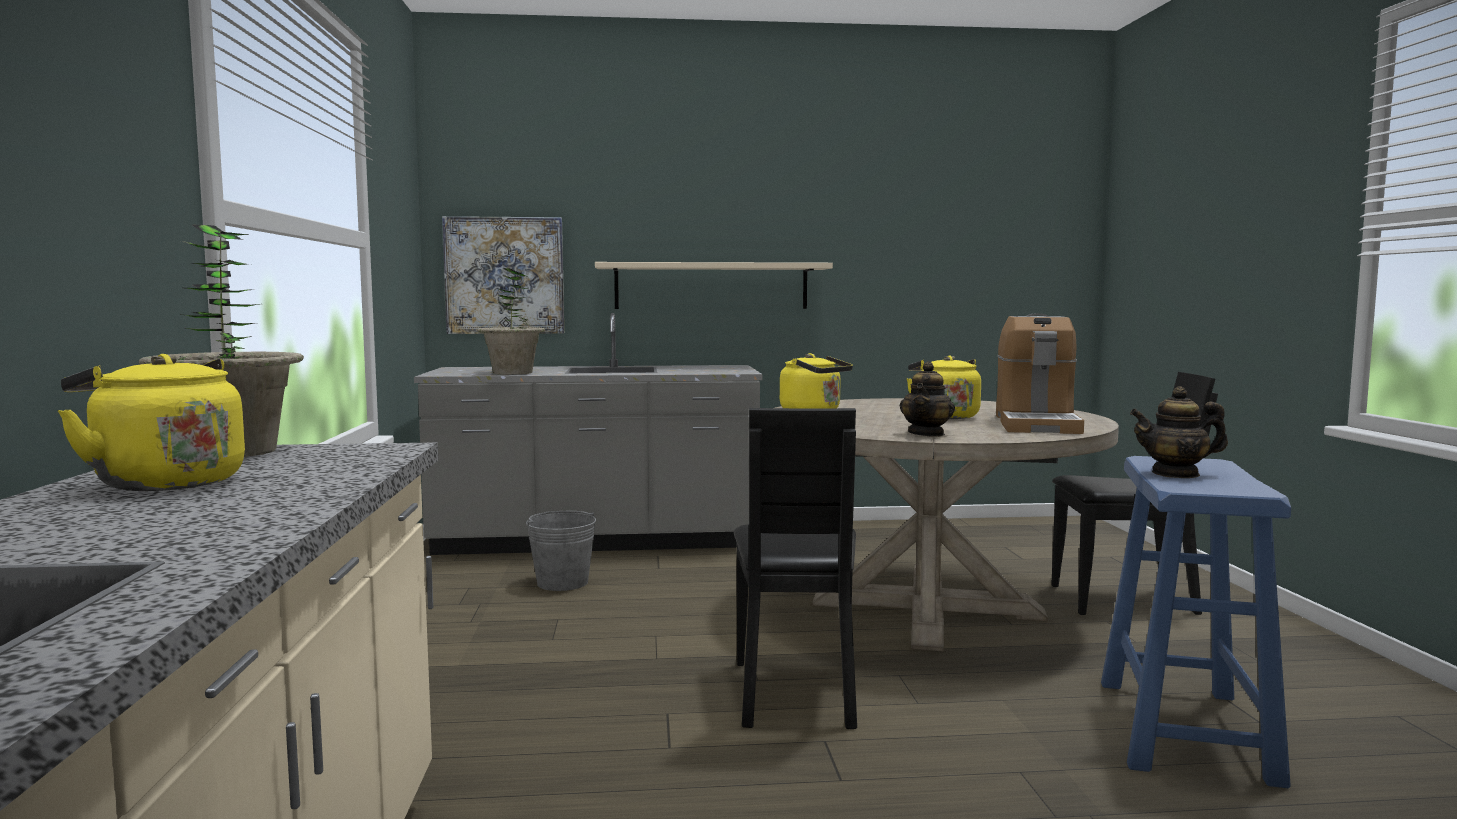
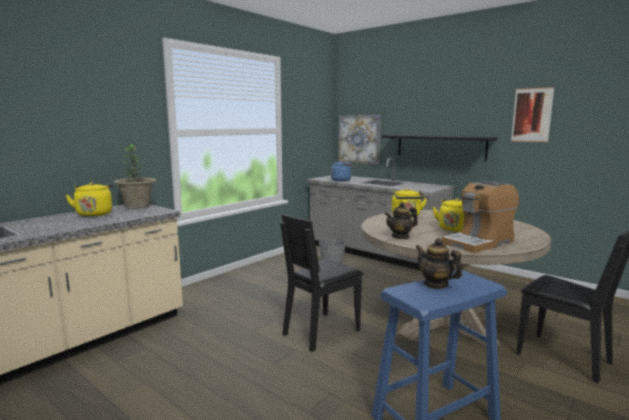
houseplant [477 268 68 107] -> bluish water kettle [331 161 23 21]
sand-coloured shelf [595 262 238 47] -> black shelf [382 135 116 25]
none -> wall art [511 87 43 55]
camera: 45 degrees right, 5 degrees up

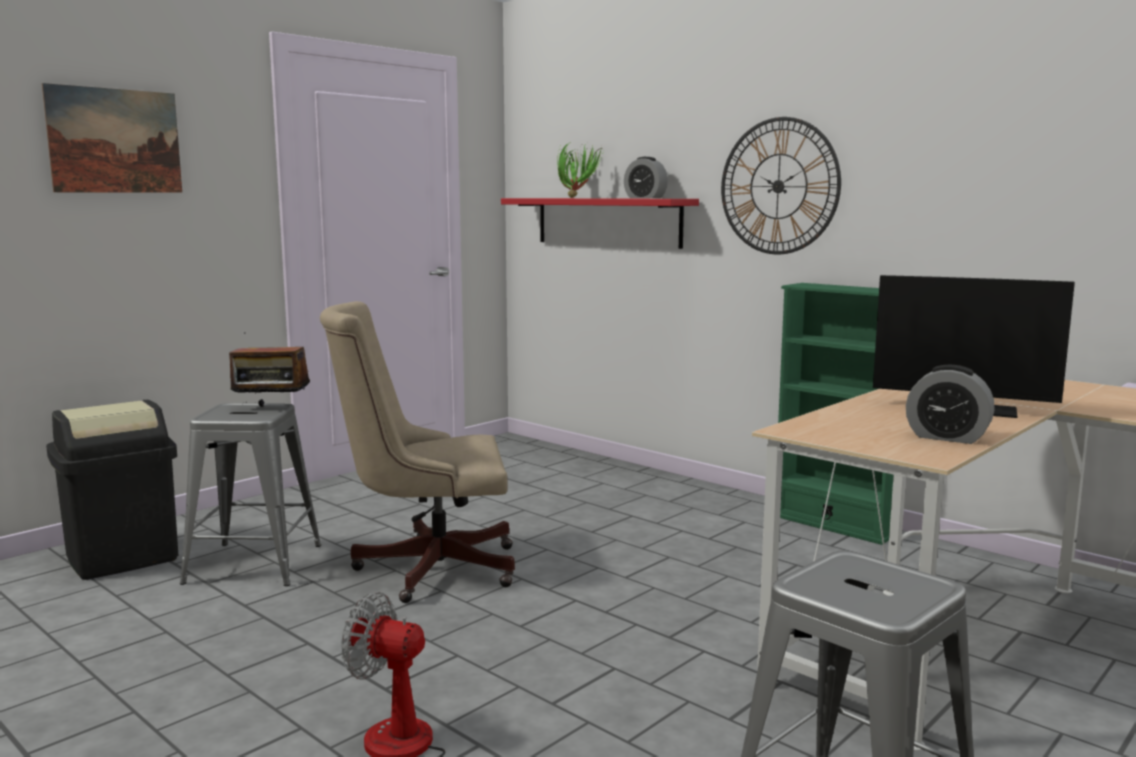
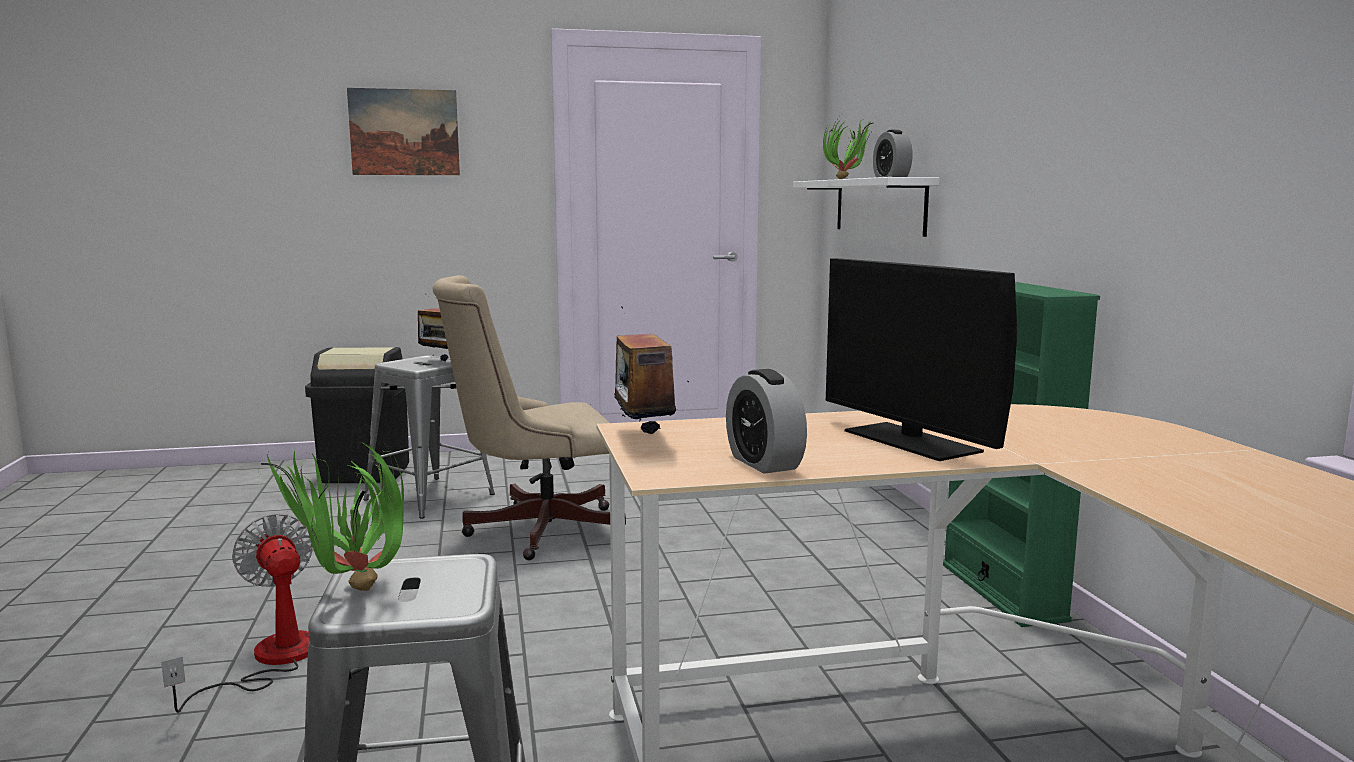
none -> houseplant [259 435 145 156]
sand-coloured computer chair [320 301 195 302] -> sand-coloured computer chair [432 275 194 285], 45 degrees counterclockwise
none -> radio set [614 307 75 127]
red-coloured shelf [501 198 198 51] -> white shelf [793 177 147 60]
clock on the wall [721 117 120 137] -> none
camera: 35 degrees right, 0 degrees up

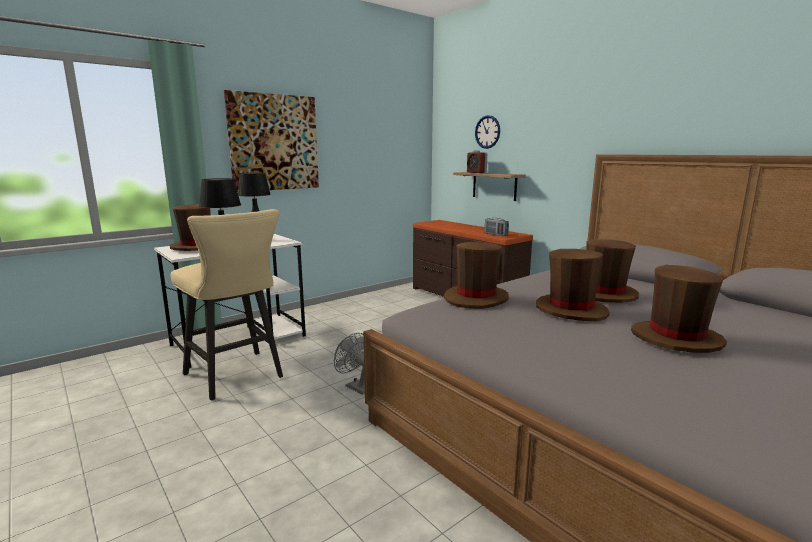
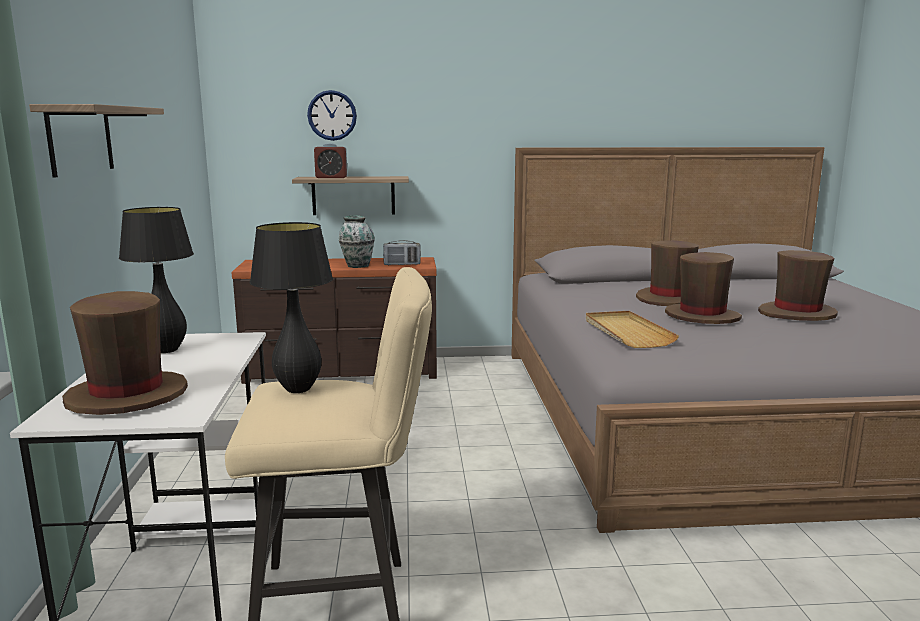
wall art [224 90 95 102] -> shelf [29 104 135 74]
none -> flower vase [339 215 36 53]
brownish hat [444 241 65 68] -> sand-coloured tray [586 311 93 37]
grey fan [334 333 31 62] -> none
camera: 55 degrees left, 0 degrees up

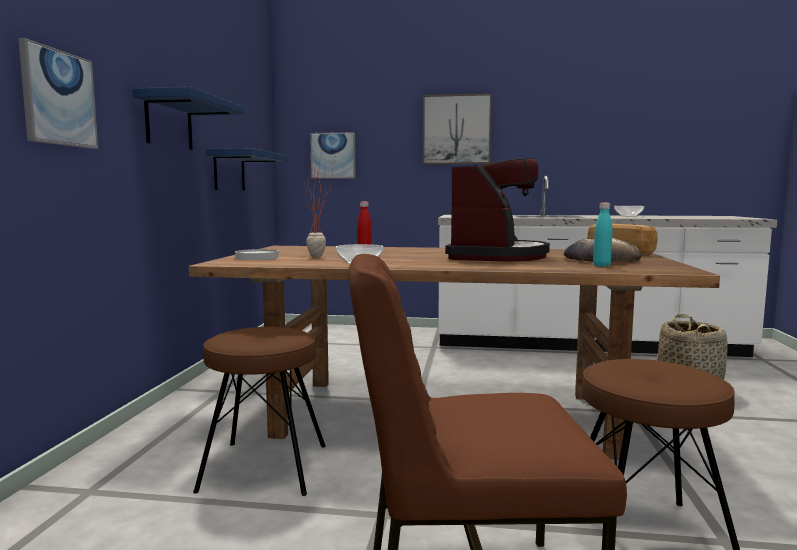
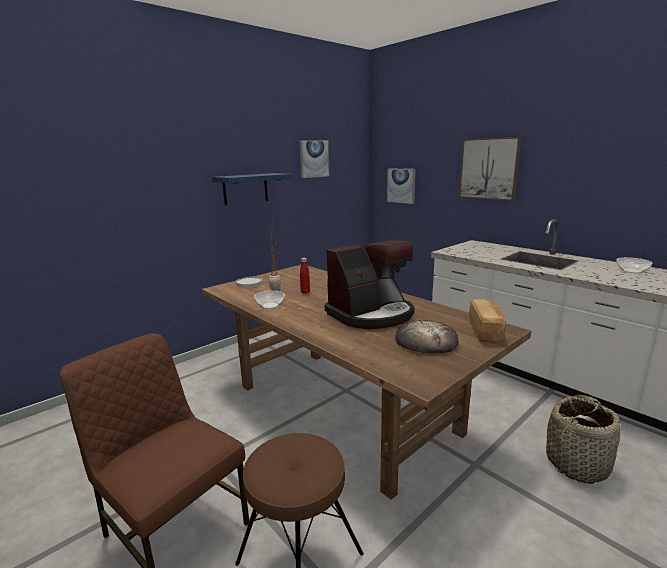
wall art [18 38 80 111] -> wall art [299 140 30 38], relocated
brownish sitting stool [193 327 133 169] -> none
bluish shelf [206 148 82 43] -> none
blue-green drink bottle [593 203 19 64] -> none
camera: 40 degrees right, 10 degrees up

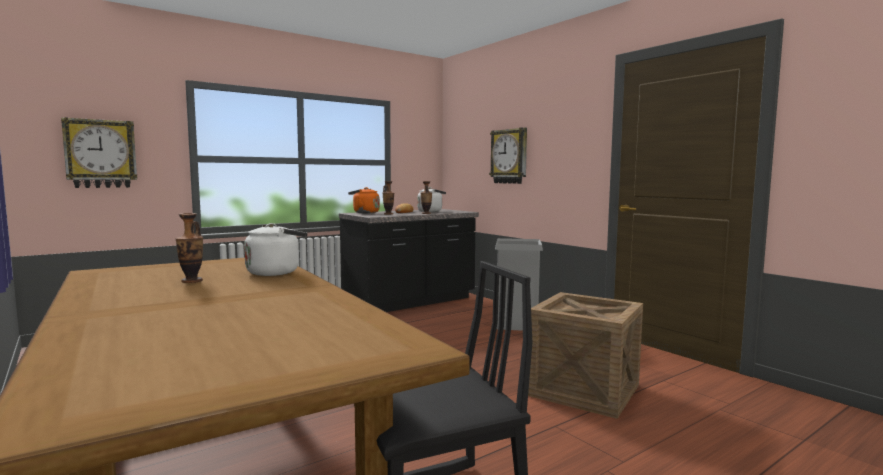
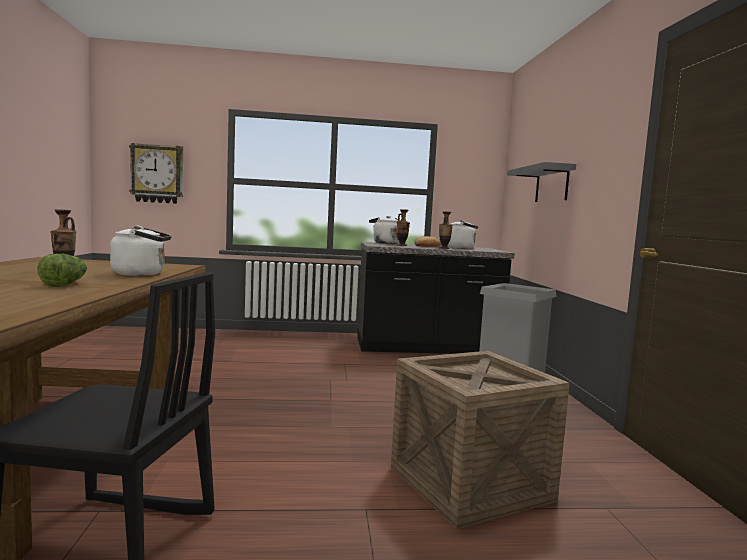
none -> lettuce [37 254 50 33]
orangey water kettle [348 187 32 26] -> white water kettle [369 216 30 28]
clock on the wall [489 128 38 56] -> grey shelf [507 162 69 40]
camera: 30 degrees right, 0 degrees up

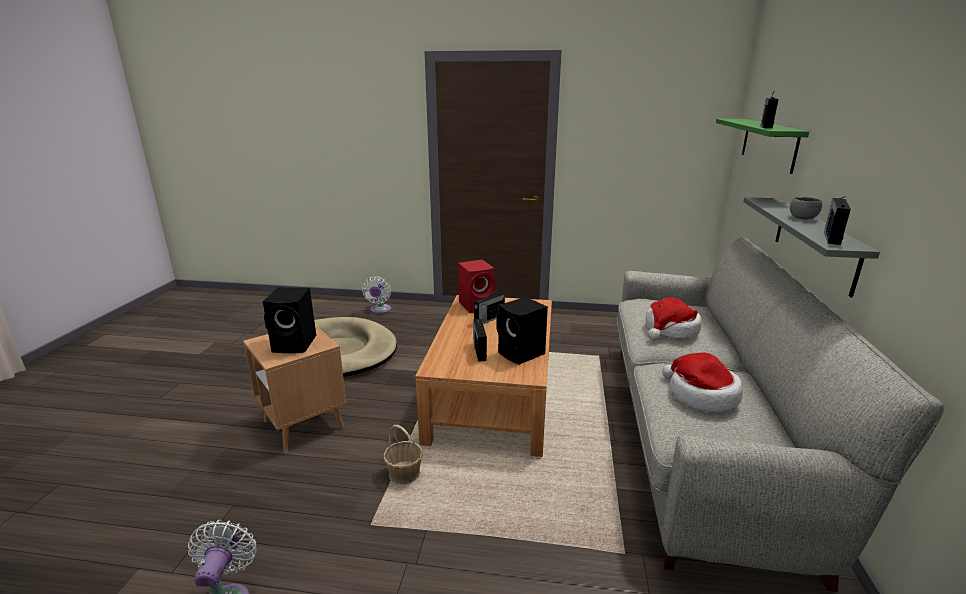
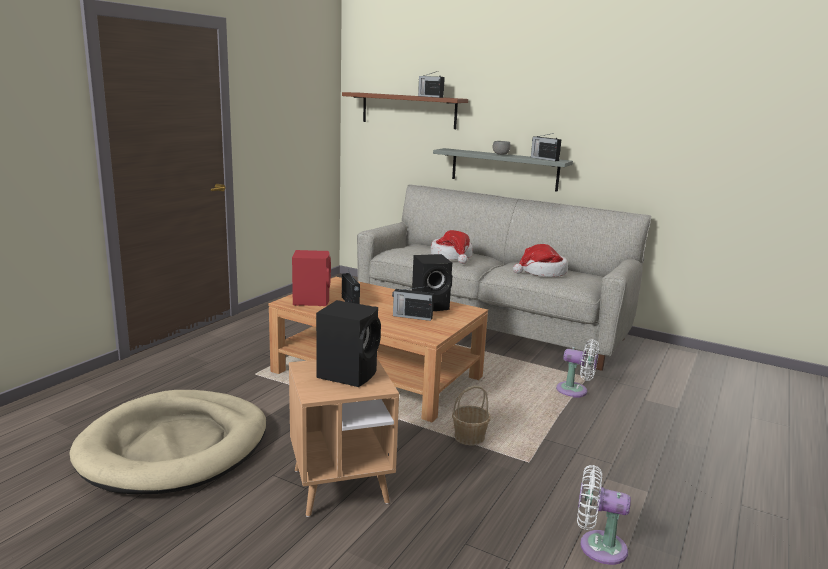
greenish shelf [716 119 93 55] -> brownish shelf [342 92 126 37]
white fan [362 276 29 38] -> white fan [556 339 43 59], relocated
camera: 70 degrees left, 5 degrees down

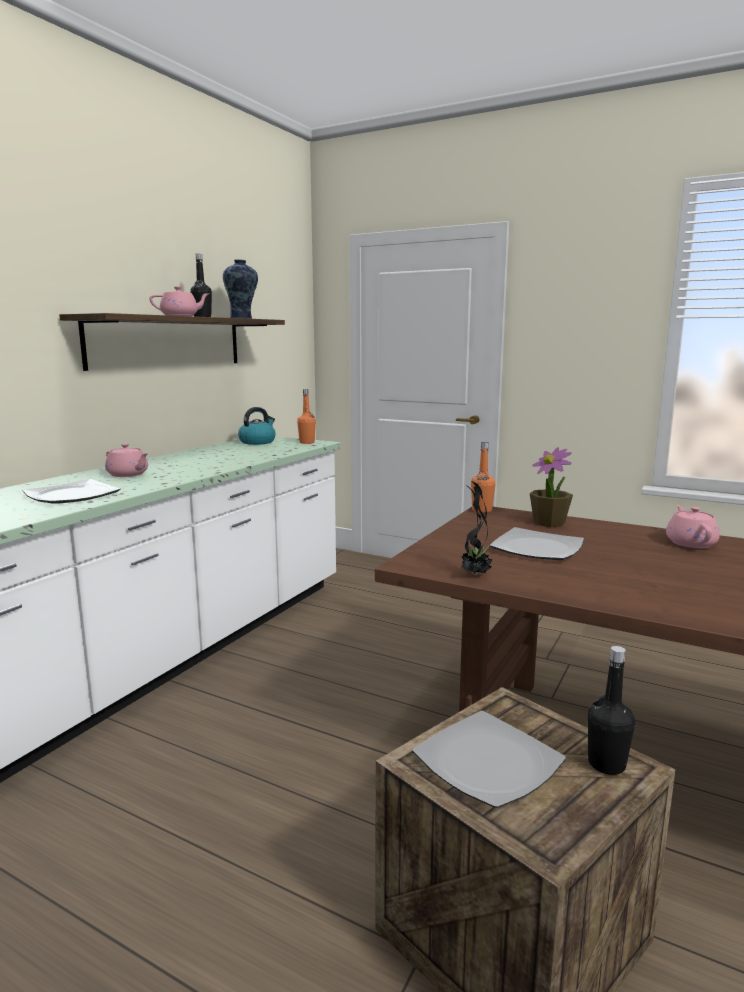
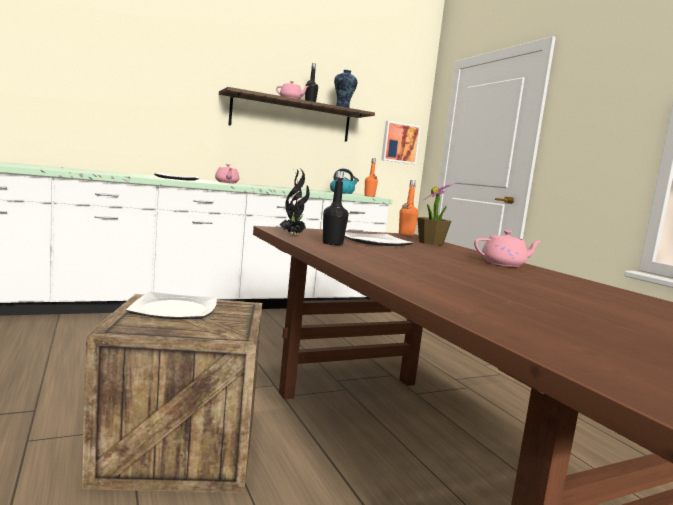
black drink bottle [588 646 47 129] -> black drink bottle [323 171 25 74], relocated
none -> wall art [381 121 40 43]
pink teapot [666 505 54 43] -> pink teapot [474 230 69 37], 45 degrees clockwise
camera: 35 degrees right, 5 degrees down

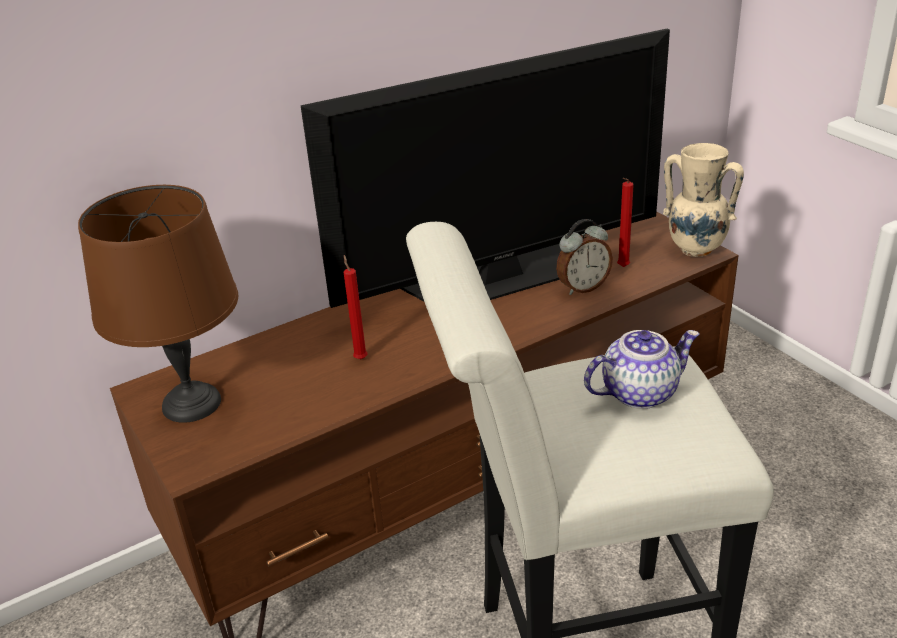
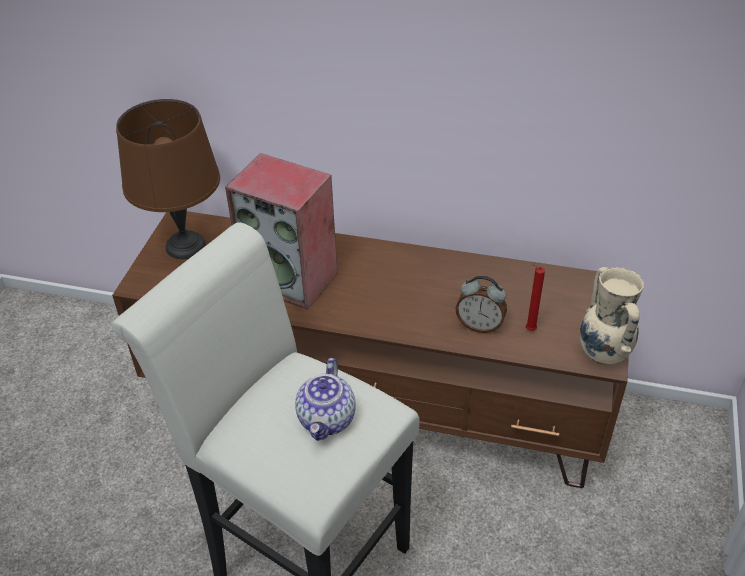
red-coloured candle [344 255 23 104] -> loudspeaker [225 153 112 157]
teapot [584 330 116 79] -> teapot [295 358 61 83], 75 degrees clockwise
TV [300 28 370 280] -> none
camera: 45 degrees right, 10 degrees up

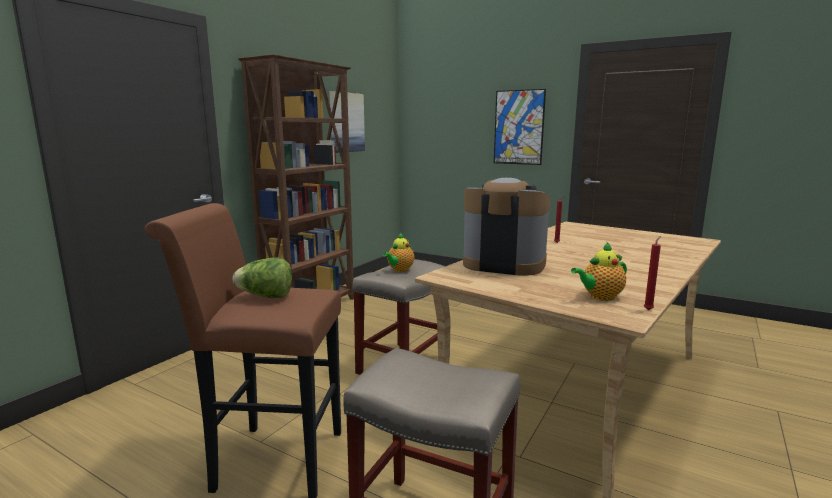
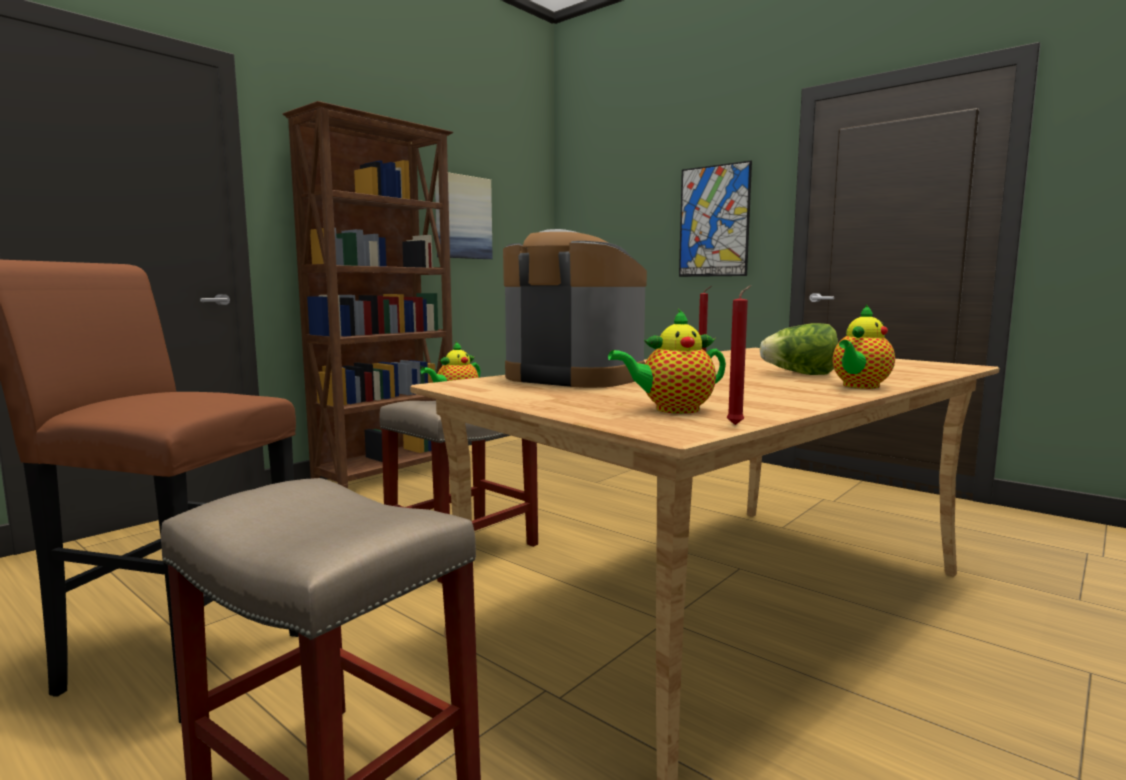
lettuce [233 258 59 40] -> lettuce [760 323 78 52], relocated
none -> teapot [833 304 62 85]
camera: 10 degrees right, 5 degrees down

